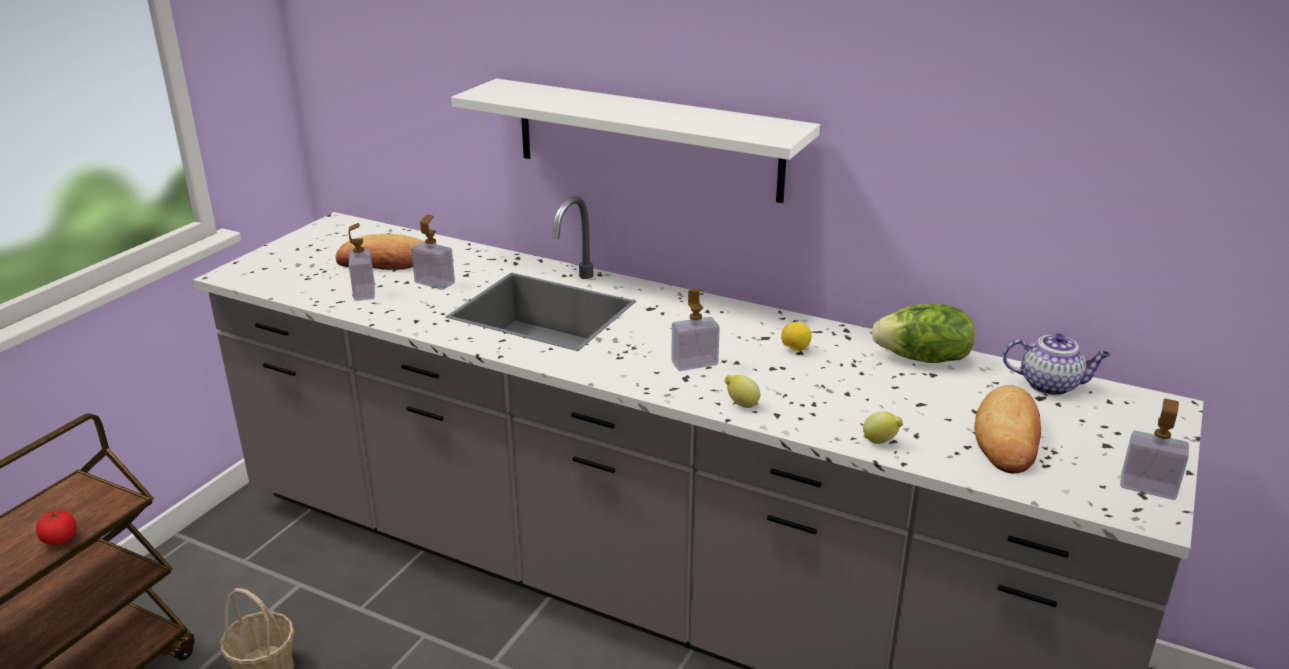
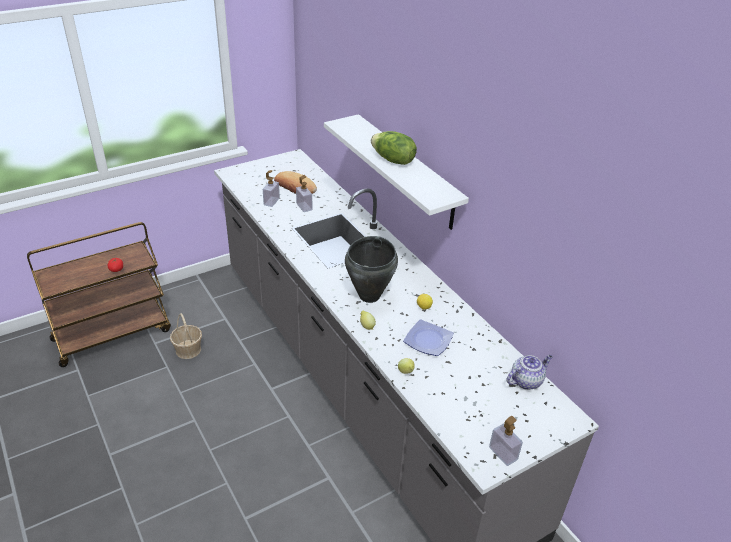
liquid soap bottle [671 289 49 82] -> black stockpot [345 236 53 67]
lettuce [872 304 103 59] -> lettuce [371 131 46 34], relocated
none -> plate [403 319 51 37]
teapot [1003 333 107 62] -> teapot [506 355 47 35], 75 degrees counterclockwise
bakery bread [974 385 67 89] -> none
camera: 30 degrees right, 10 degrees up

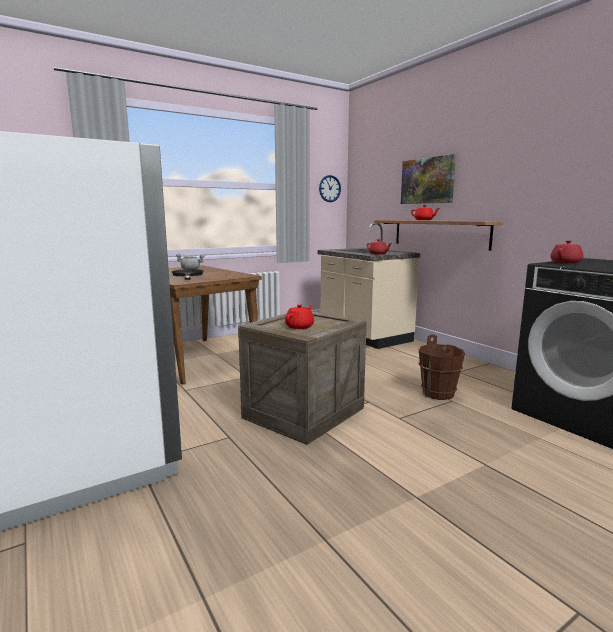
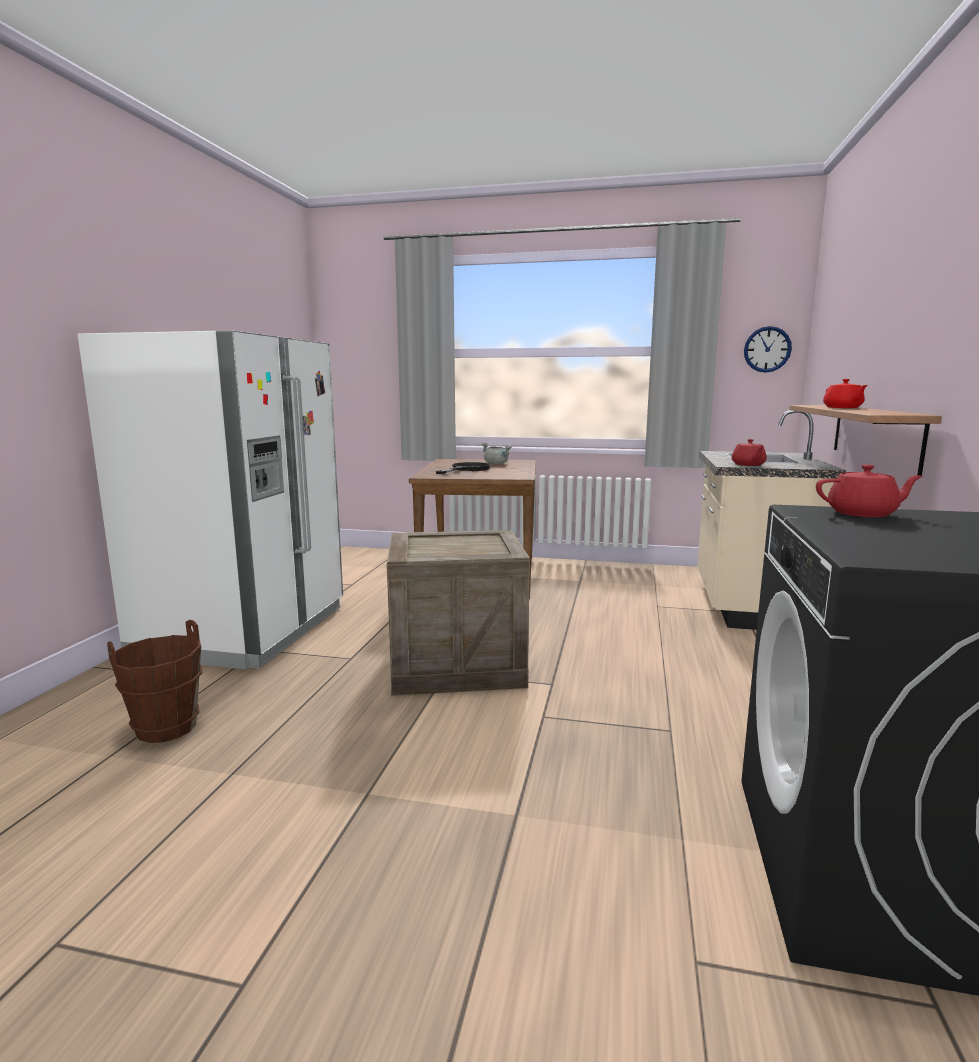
brownish pail [419 334 46 66] -> brownish pail [107 620 96 123], relocated
red-coloured teapot [285 304 29 25] -> none
wall art [401 154 55 50] -> none
camera: 45 degrees right, 0 degrees up

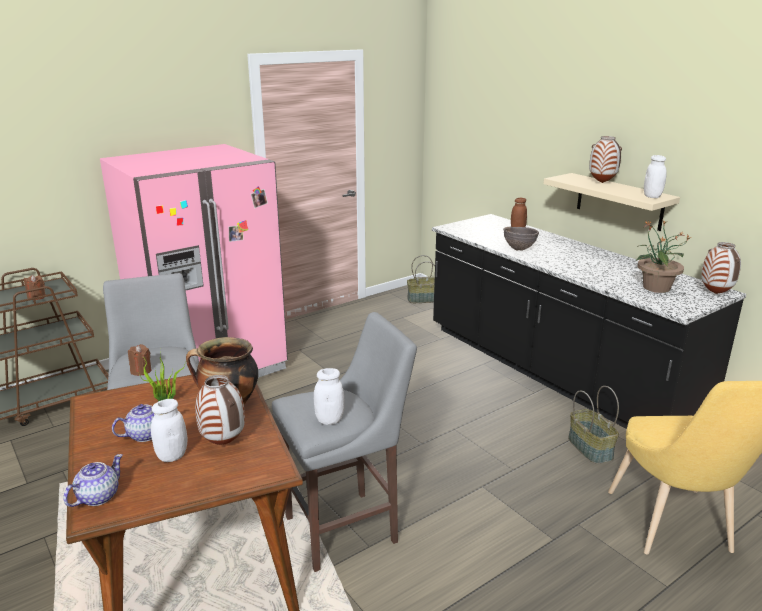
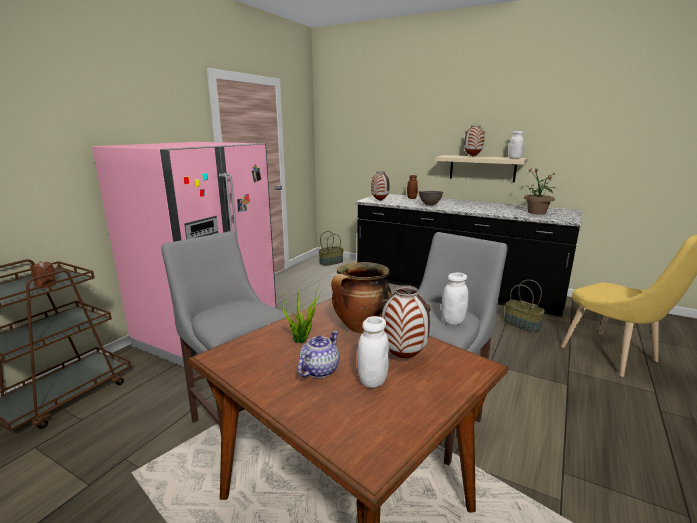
flower vase [701 242 40 52] -> flower vase [371 171 19 30], relocated
teapot [64 454 59 53] -> none
brownish candle [128 344 24 32] -> none
camera: 25 degrees left, 5 degrees down

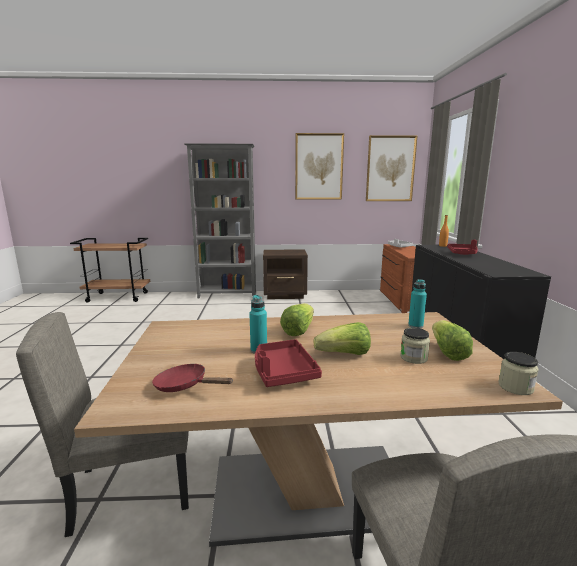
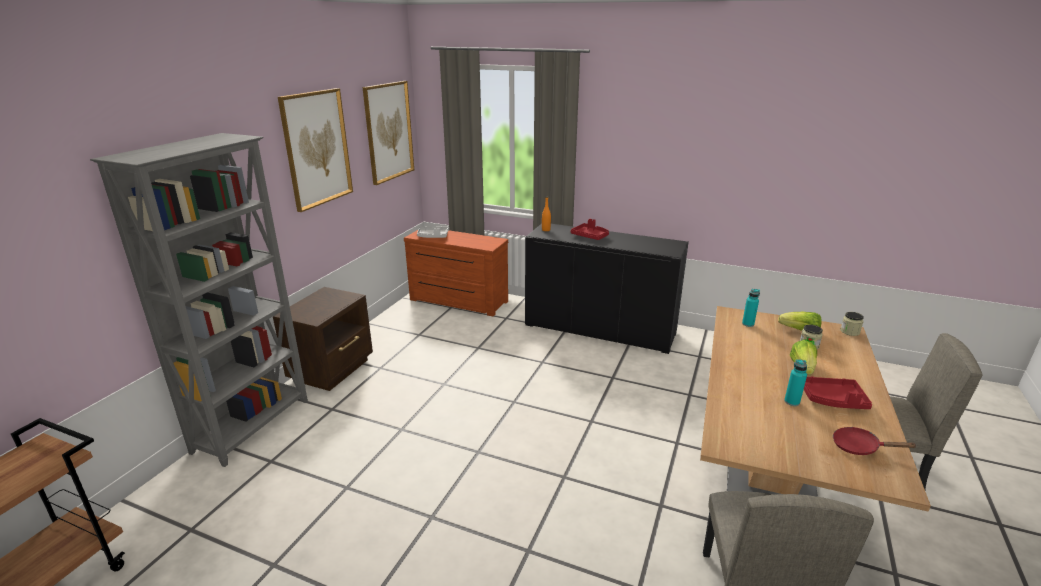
red-coloured frying pan [152 364 81 28] -> red-coloured frying pan [833 427 84 28], 60 degrees clockwise
lettuce [280 303 34 33] -> none
camera: 65 degrees left, 10 degrees up

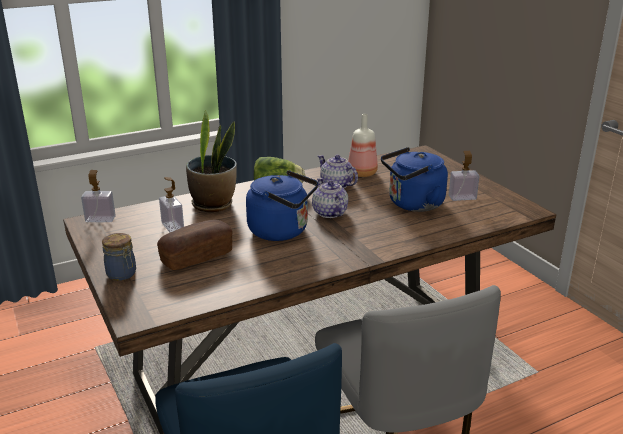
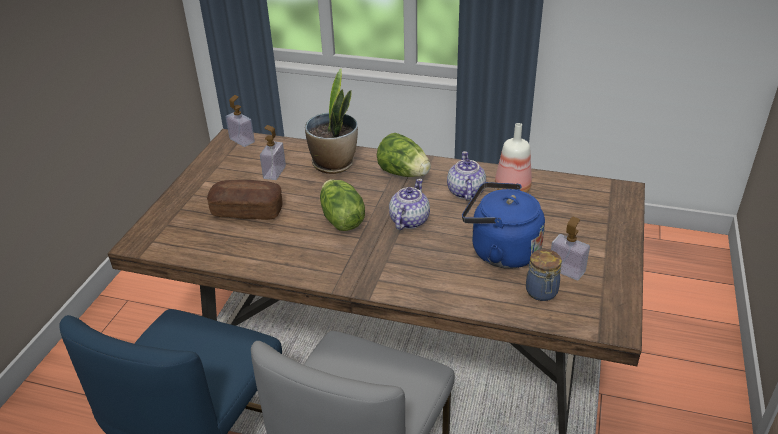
bluish water kettle [246 170 72 71] -> lettuce [320 180 45 51]
preserve jar [102 233 34 48] -> preserve jar [526 249 36 52], relocated
camera: 45 degrees right, 10 degrees up

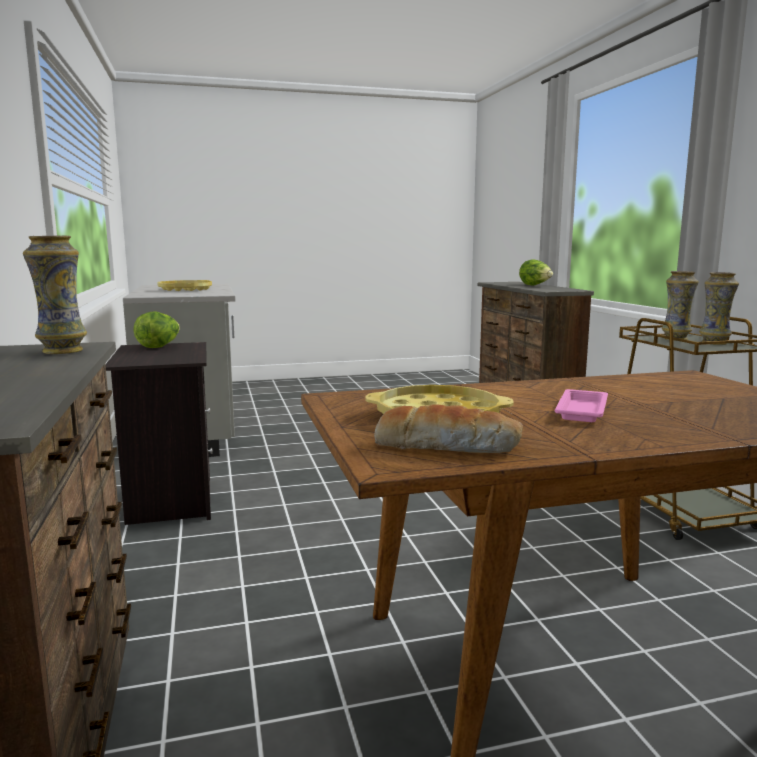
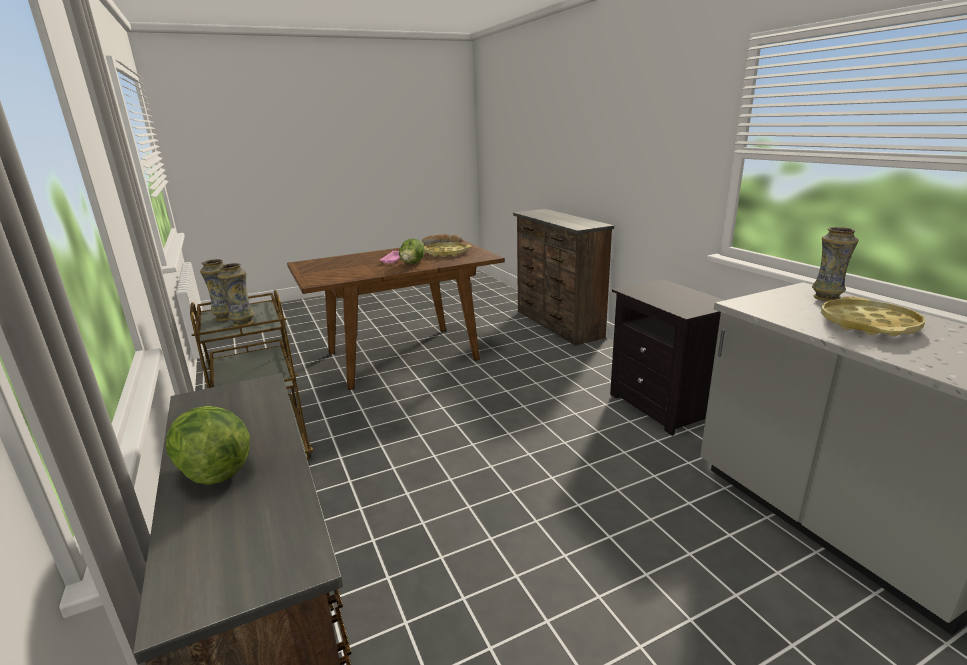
lettuce [133 311 47 37] -> lettuce [399 238 26 26], relocated
flower vase [23 236 64 118] -> flower vase [812 227 47 74], relocated
camera: 170 degrees right, 10 degrees up

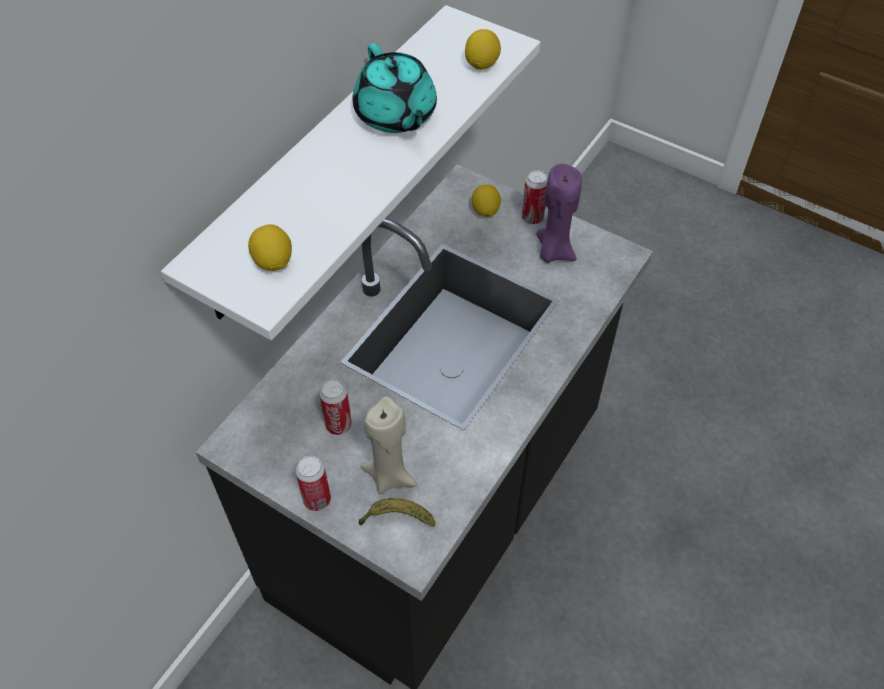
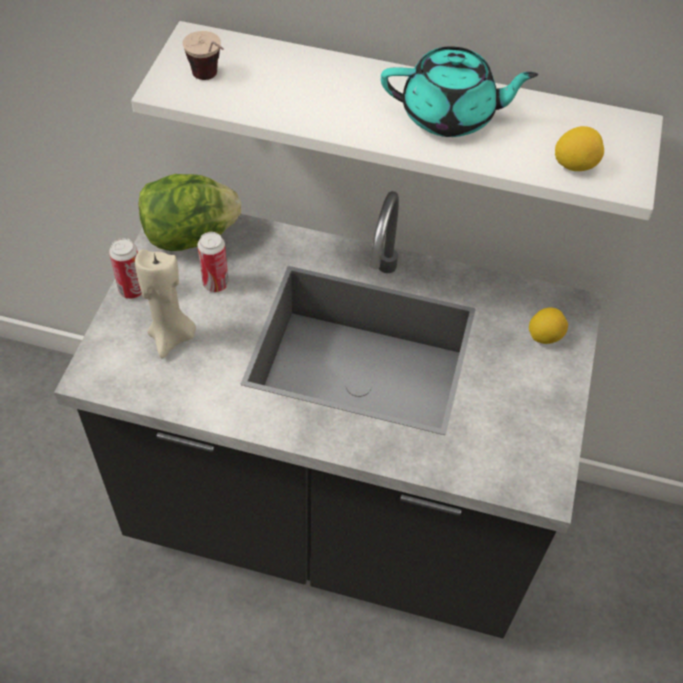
none -> lettuce [138 174 103 77]
whole lemon [248 224 44 47] -> drinking cup [183 31 41 49]
blue-green teapot [352 43 85 90] -> blue-green teapot [381 46 157 91], 135 degrees counterclockwise
whole banana [359 498 77 29] -> none
sealed can [522 170 26 54] -> none
purplish candle [536 164 46 99] -> none
camera: 70 degrees right, 0 degrees up

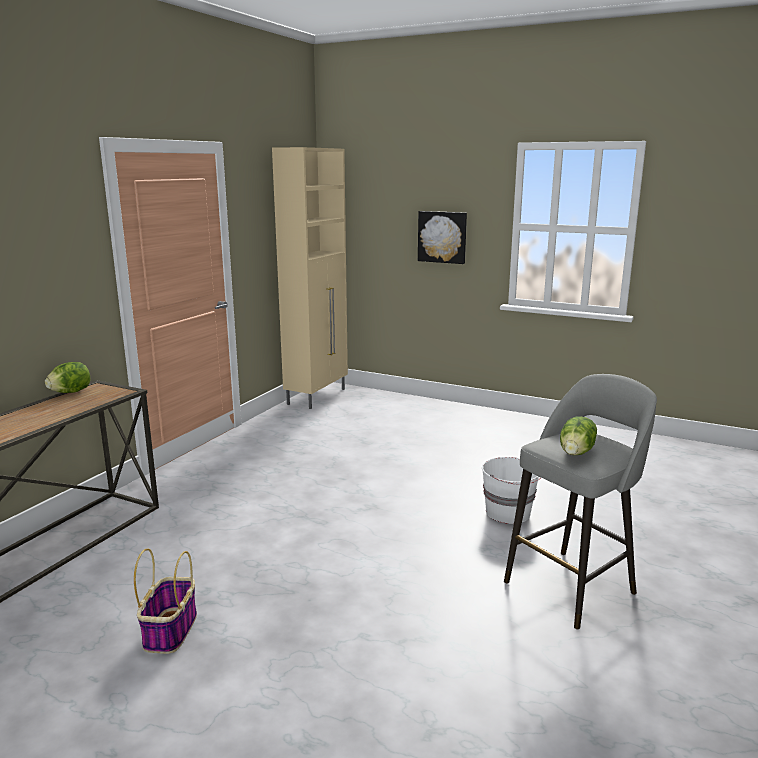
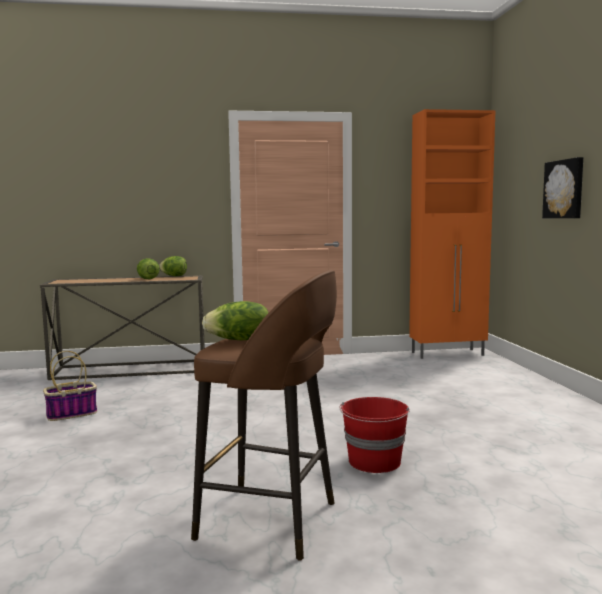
none -> lettuce [137 258 23 21]
grey sitting stool [504 374 153 255] -> brownish sitting stool [191 270 146 291]
white pail [482 457 59 67] -> red-coloured pail [340 397 70 76]
sand-coloured cupboard [272 147 76 262] -> orangey cupboard [409 109 87 250]
camera: 55 degrees right, 10 degrees down

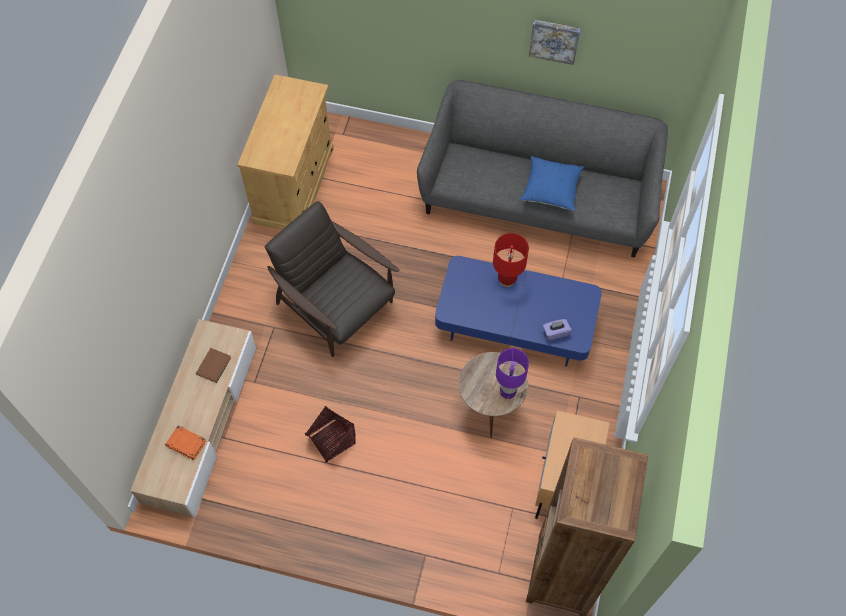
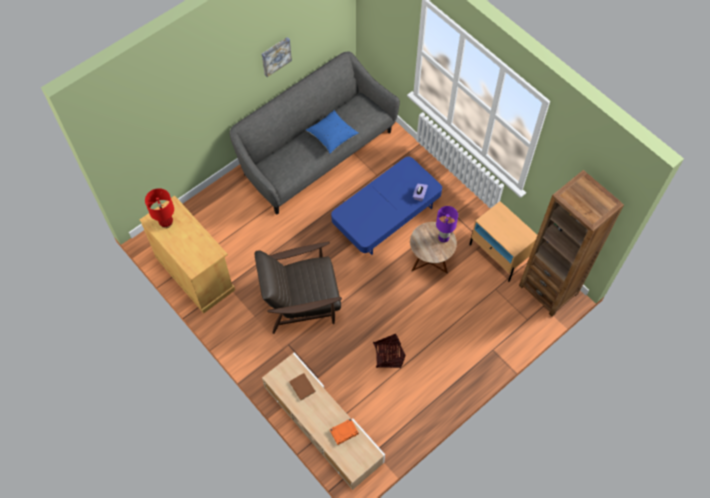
red-coloured tabletop lamp [493 233 36 54] -> red-coloured tabletop lamp [145 188 29 40], relocated
camera: 55 degrees left, 0 degrees up

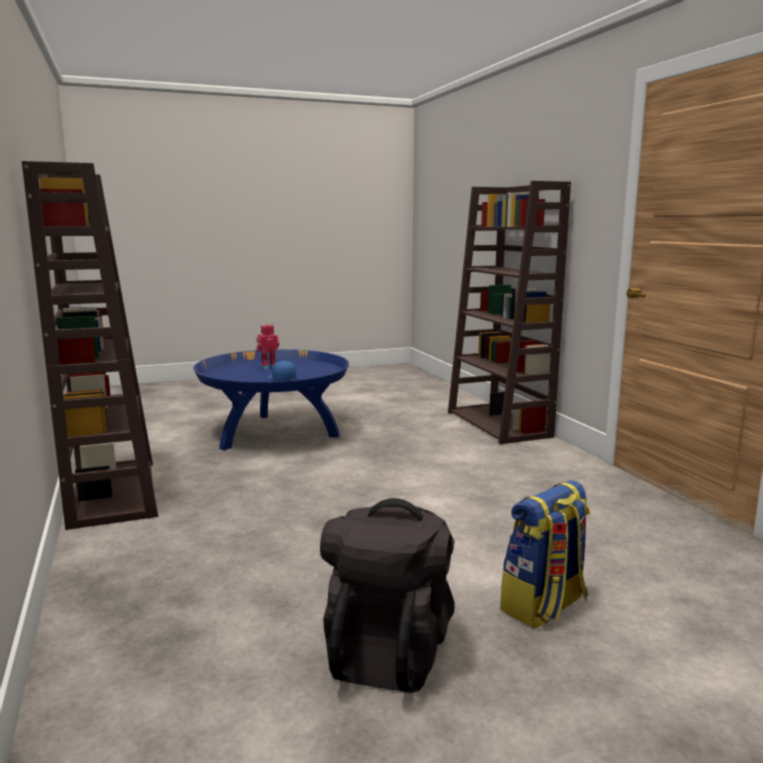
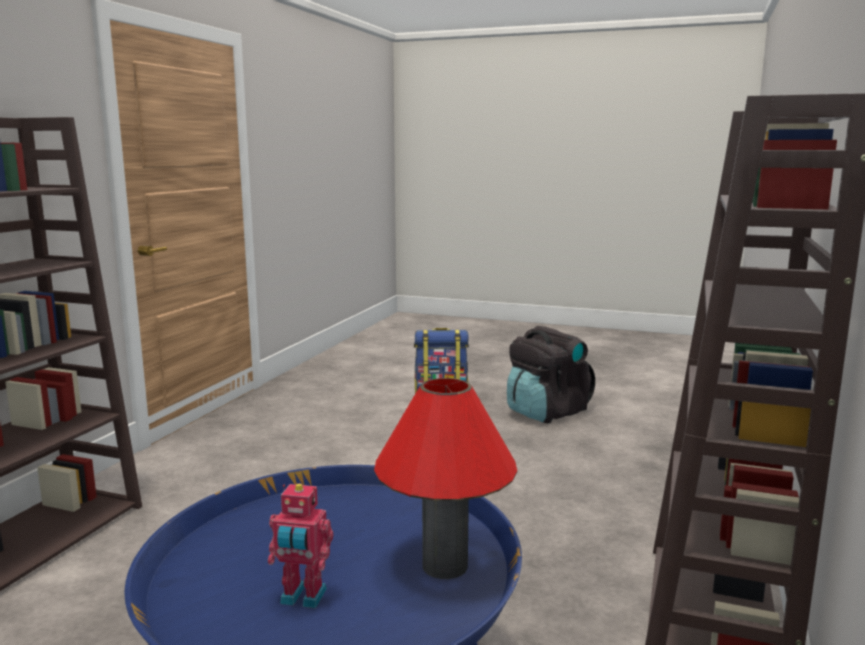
none -> red-coloured tabletop lamp [374 378 143 201]
bluish peaked cap [268 360 28 20] -> none
camera: 140 degrees left, 0 degrees up

